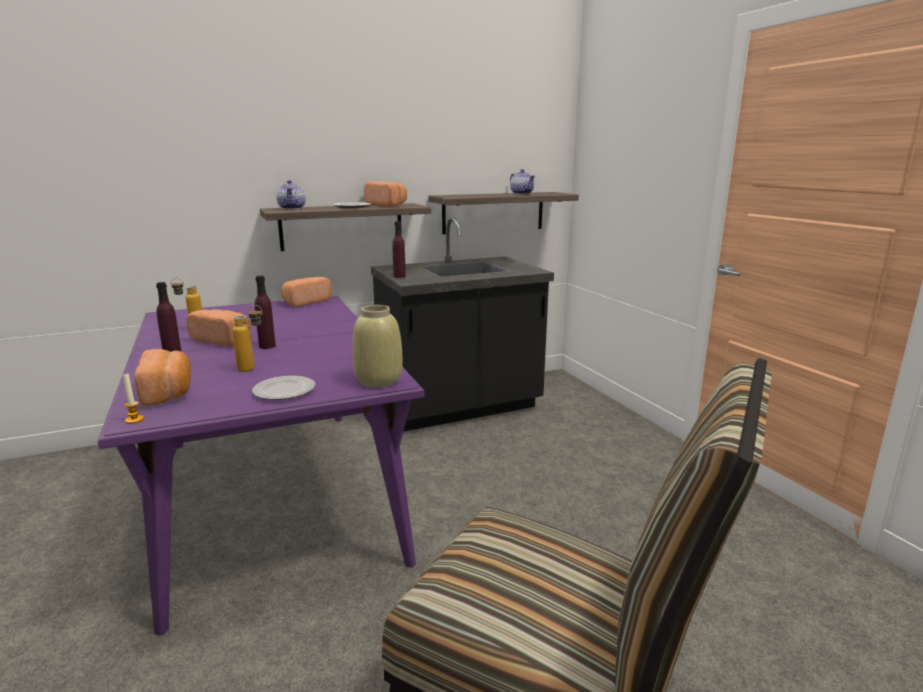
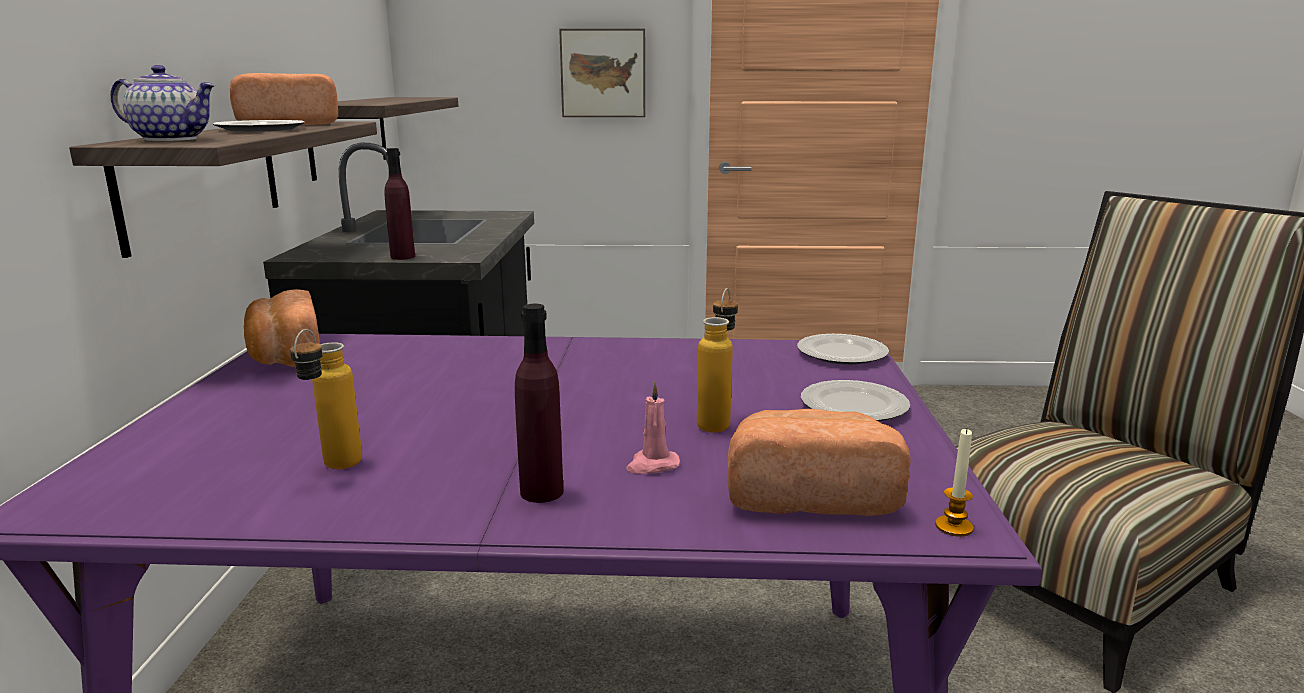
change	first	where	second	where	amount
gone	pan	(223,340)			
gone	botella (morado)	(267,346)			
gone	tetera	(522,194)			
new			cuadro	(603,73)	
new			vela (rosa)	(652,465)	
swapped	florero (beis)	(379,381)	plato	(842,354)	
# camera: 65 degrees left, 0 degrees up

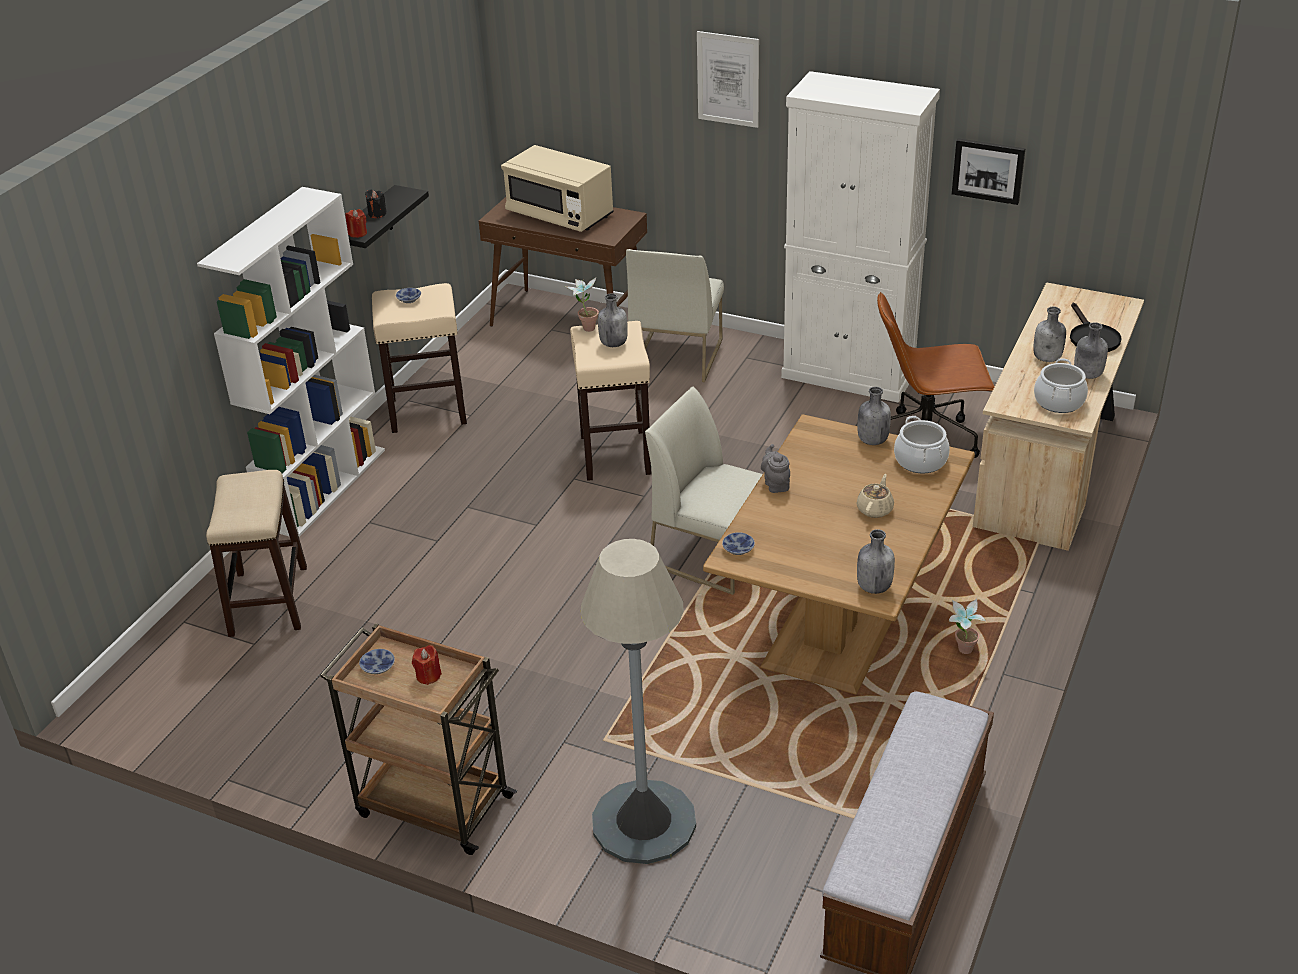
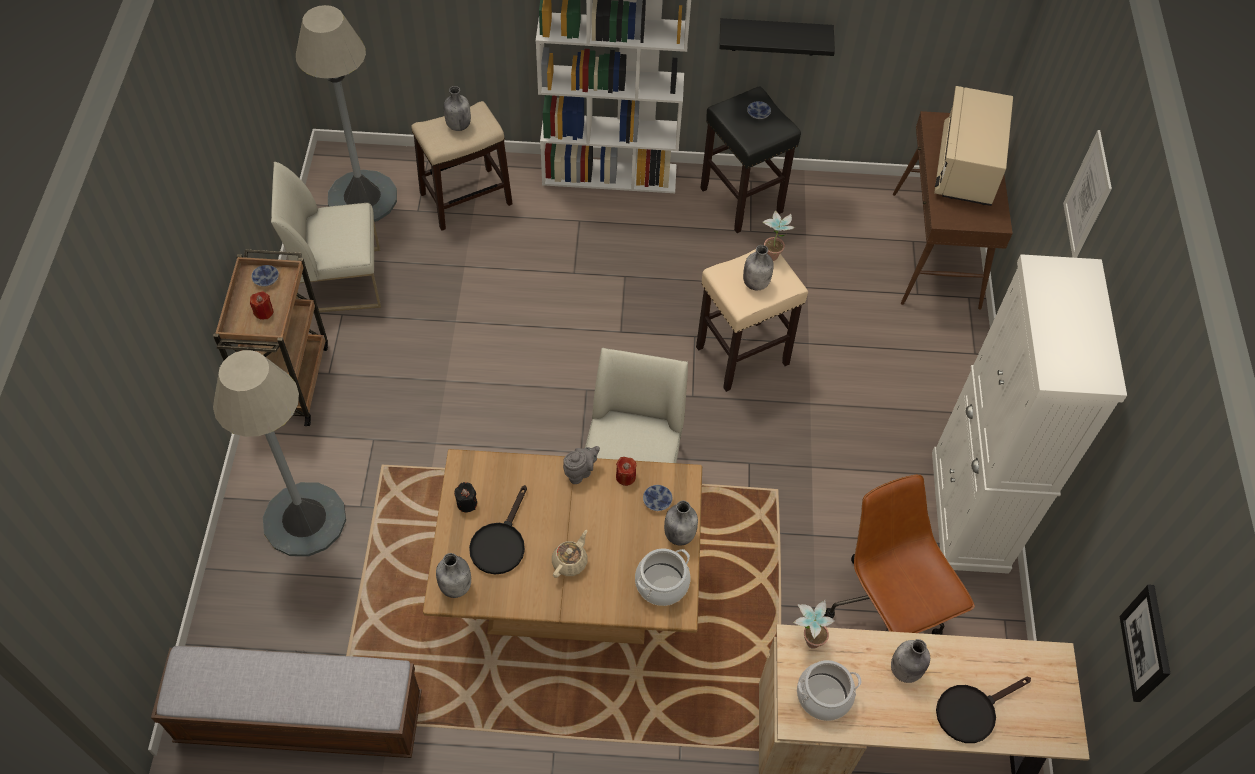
change	first	where	second	where	amount
new			lámpara de pie (gris)	(362,197)	
new			sartén (negro)	(500,542)	
shifted	vela (rojo)	(358,233)		(625,477)	
shifted	vela (negro)	(377,214)		(467,503)	
shifted	silla (blanco)	(676,356)		(340,280)	
shifted	cuenco	(737,548)		(658,500)	
shifted	planta en maceta	(962,653)		(807,639)	
shifted	cuadro	(988,170)		(1147,643)	
shifted	botella (gris)	(1087,375)		(458,125)	
repainted	taburete (beis)	(429,411)	taburete (negro)	(742,201)	
rotated	tetera (beis)	(875,509)		(570,561)	60 degrees counterclockwise
# camera: 65 degrees right, 20 degrees up

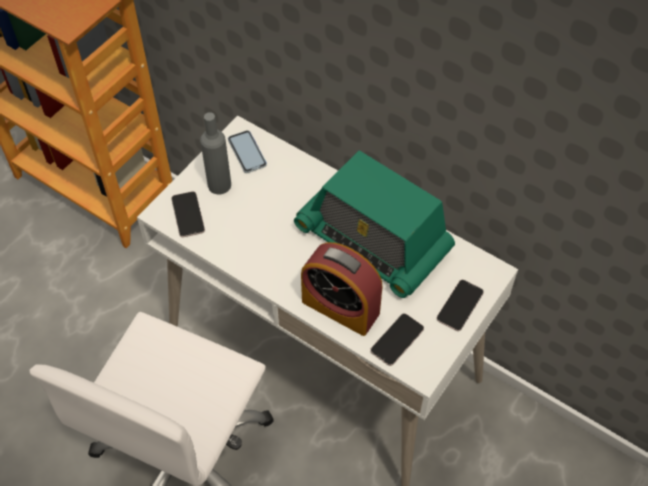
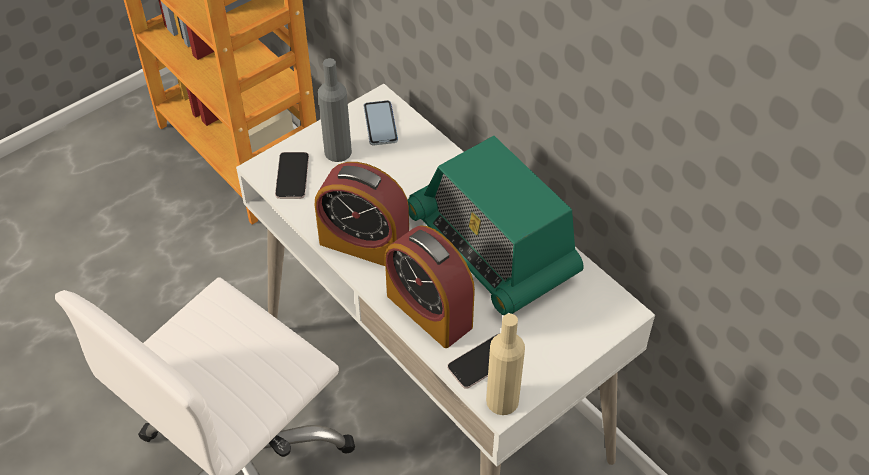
change	first	where	second	where	amount
gone	móvil	(460,305)			
new			despertador	(364,243)	
new			botella (beis)	(502,400)	
# camera: 15 degrees right, 5 degrees down

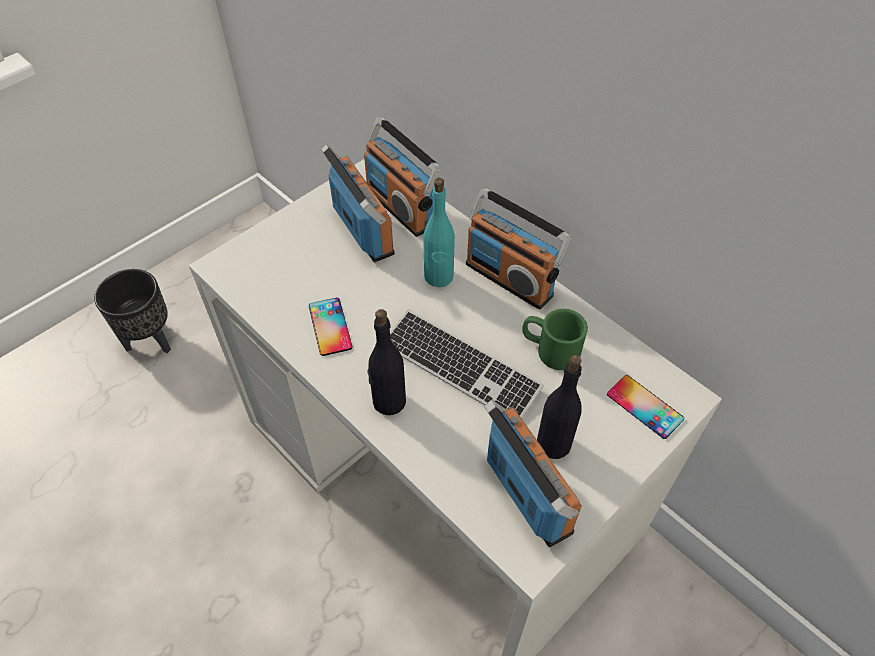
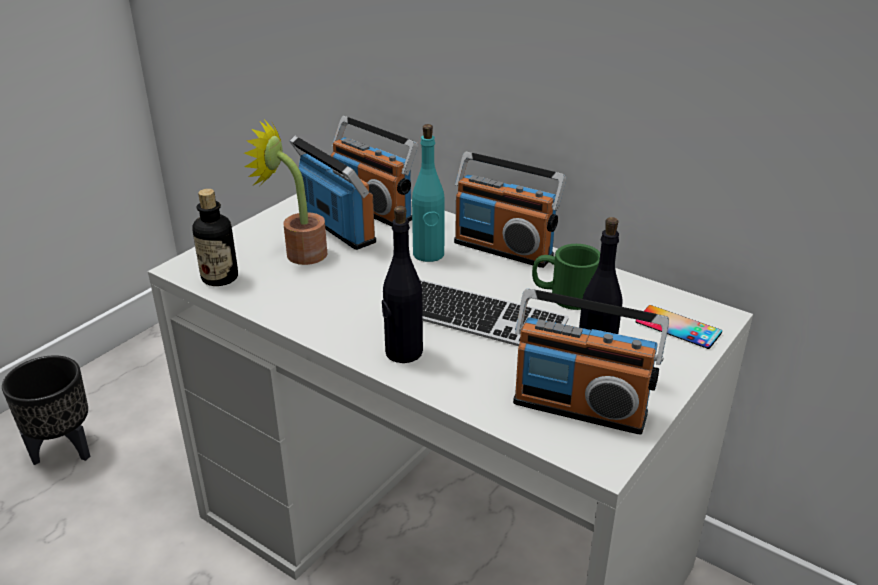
change	first	where	second	where	amount
gone	móvil	(330,326)			
new			botella	(220,278)	
new			planta en maceta	(298,253)	
rotated	radio	(527,493)		(580,407)	150 degrees clockwise
# camera: 10 degrees left, 20 degrees down

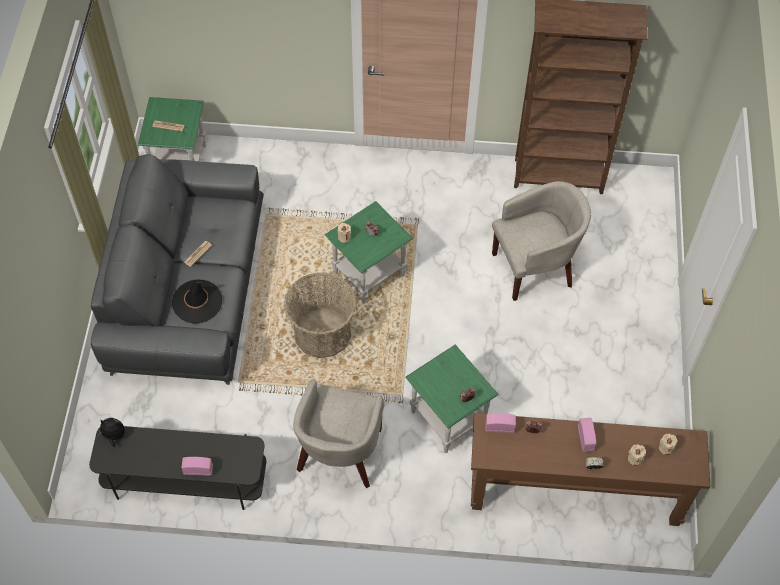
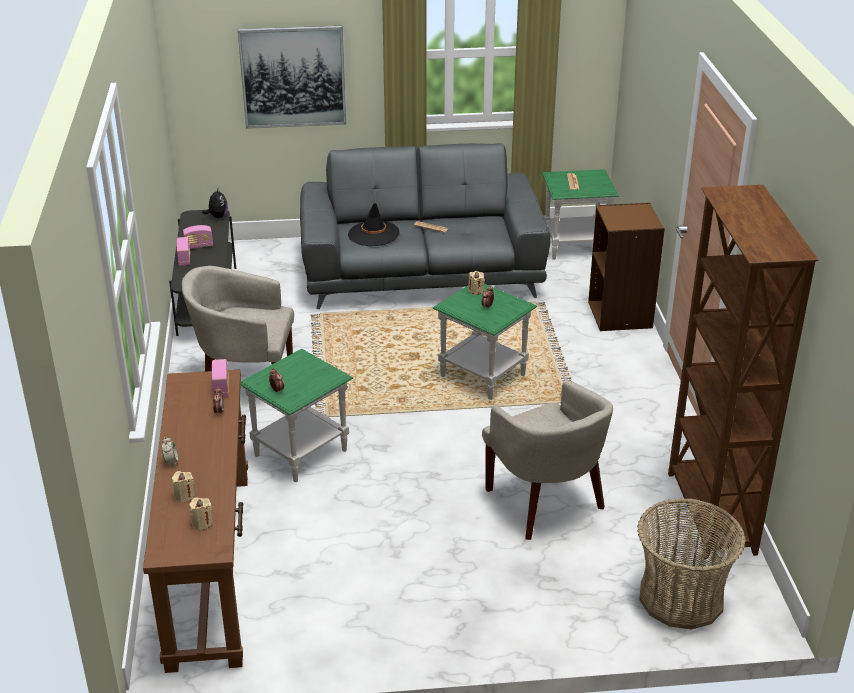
change	first	where	second	where	amount
new			cuadro	(293,77)	
new			estantería (marrón)	(621,315)	
shifted	cesta	(322,333)		(681,598)	
shifted	radio	(585,439)		(199,246)	
# camera: 80 degrees right, 25 degrees down

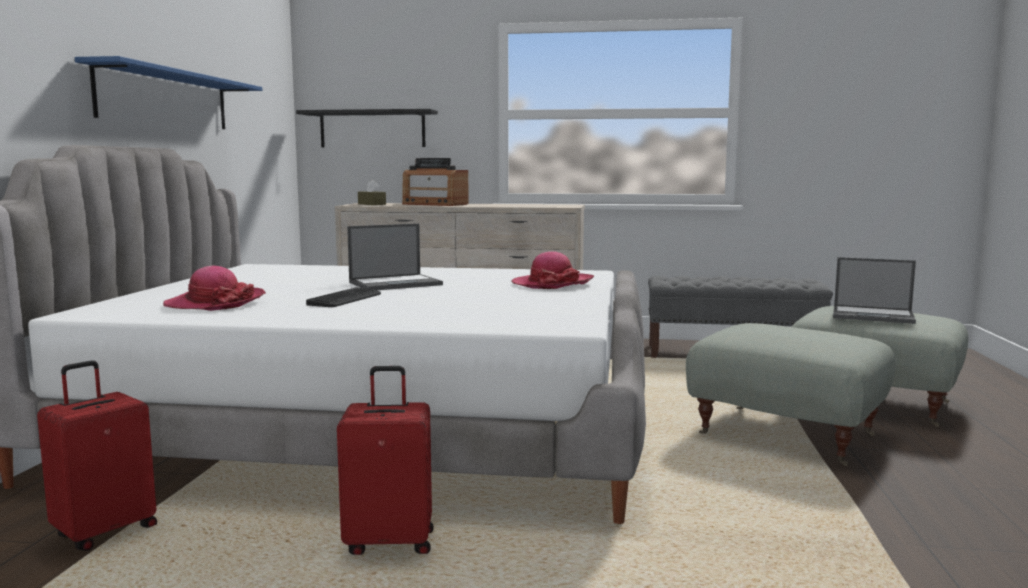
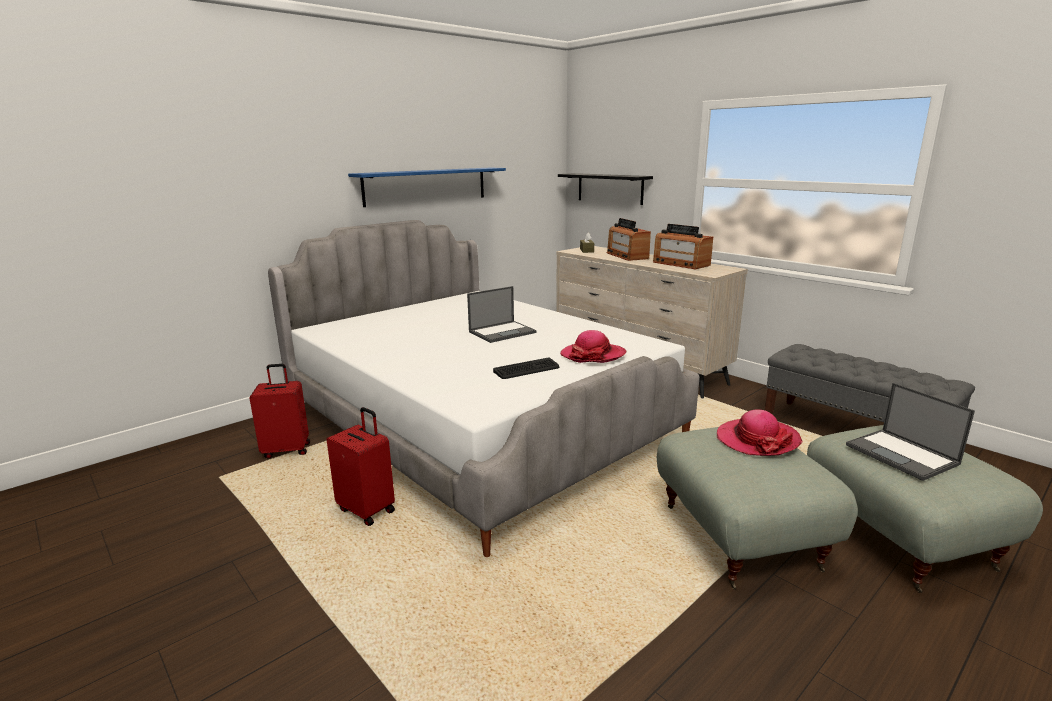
change	first	where	second	where	amount
new			radio	(681,264)	
shifted	sombrero	(215,303)		(757,440)	
shifted	teclado	(345,299)		(526,369)	
rotated	portátil	(396,283)		(502,332)	45 degrees counterclockwise
# camera: 40 degrees right, 10 degrees up

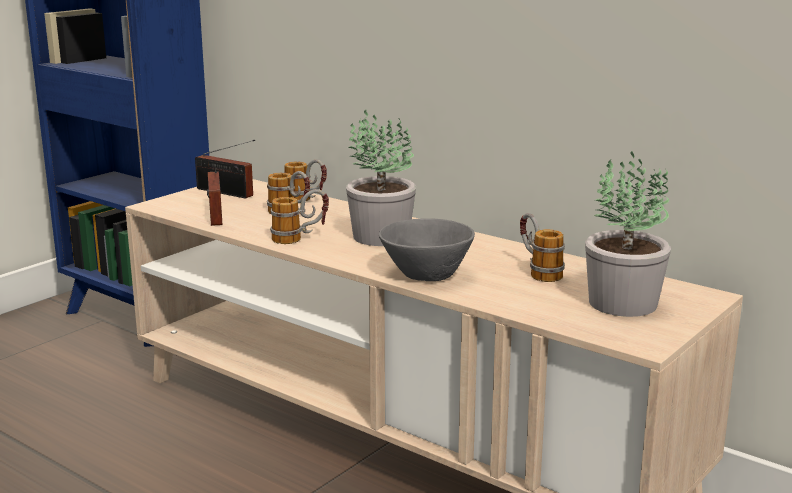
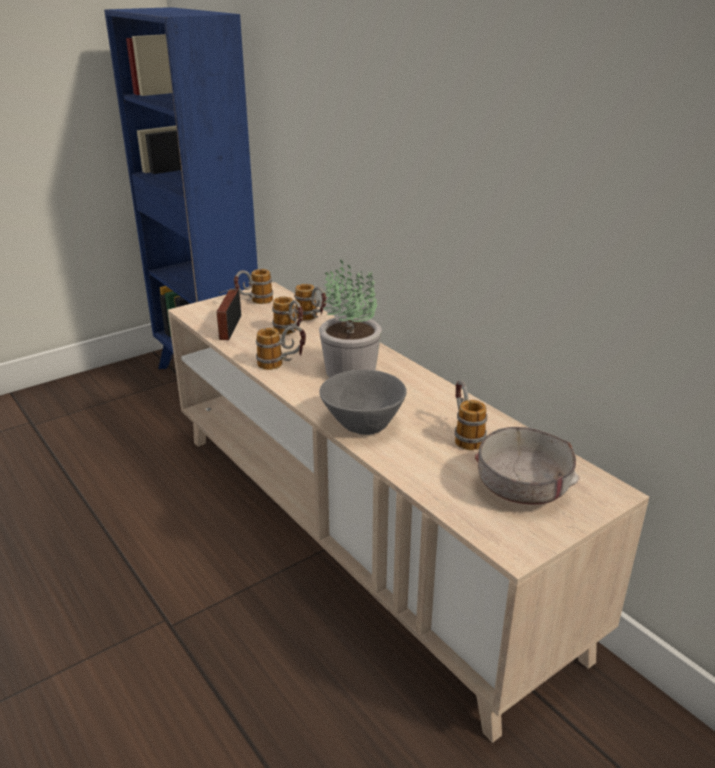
change	first	where	second	where	amount
swapped	radio	(227,193)	taza grande	(254,302)	
swapped	planta en maceta	(621,302)	cuenco (gris)	(521,488)	
# camera: 15 degrees right, 10 degrees up

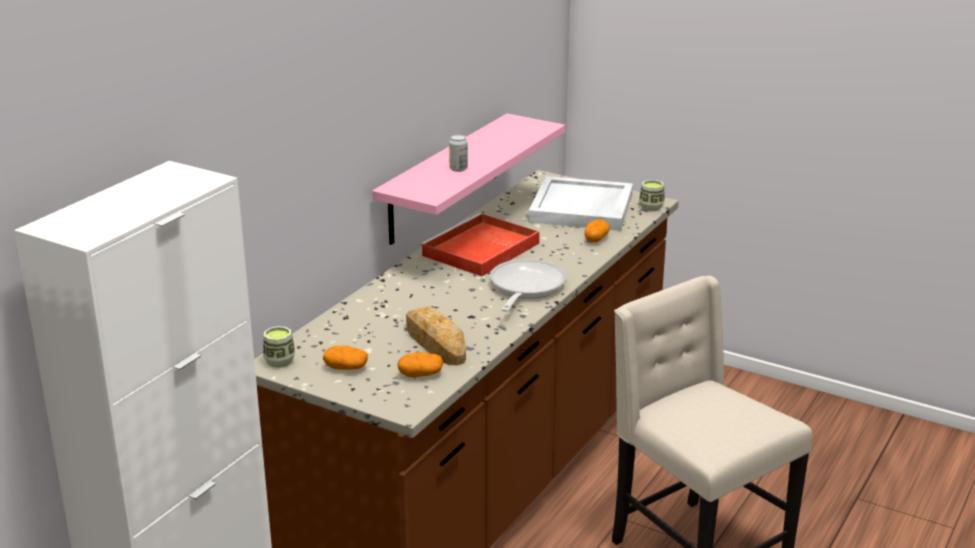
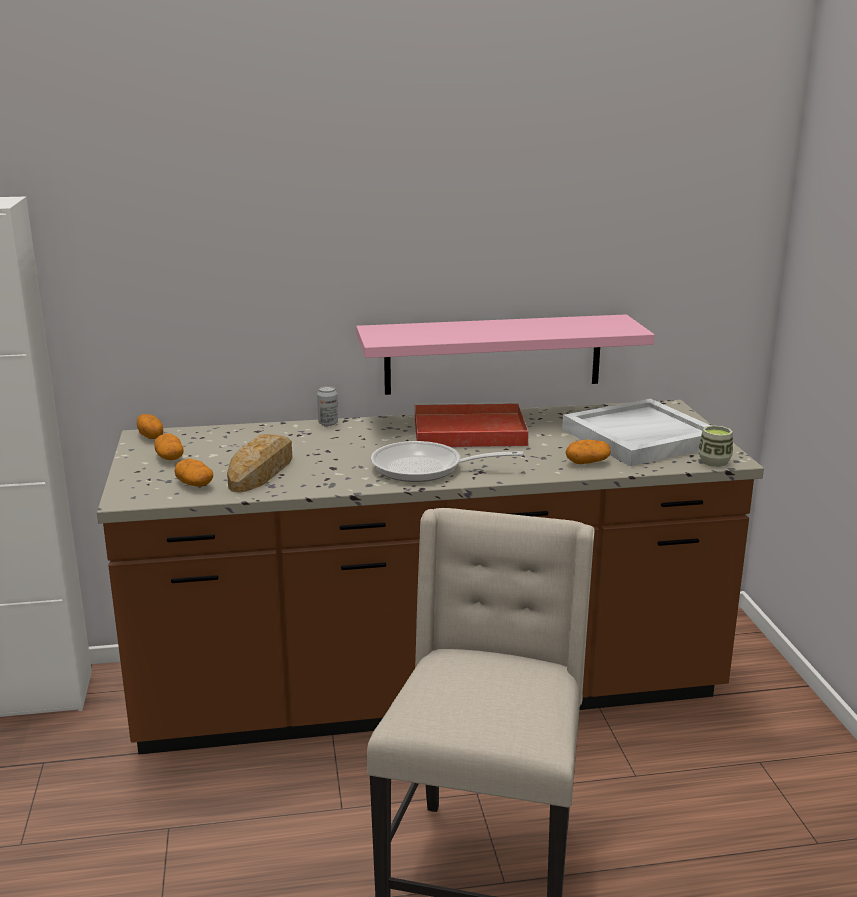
change	first	where	second	where	amount
shifted	lata	(458,169)		(328,423)	
swapped	taza	(279,361)	patata	(151,436)	
rotated	sartén	(525,288)		(425,468)	150 degrees counterclockwise
# camera: 50 degrees right, 5 degrees down

